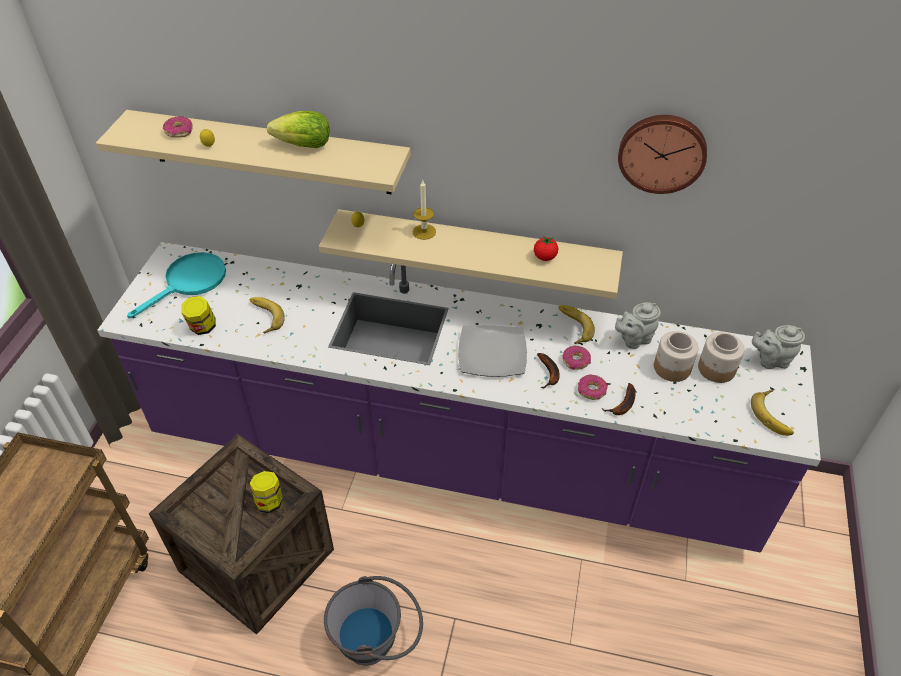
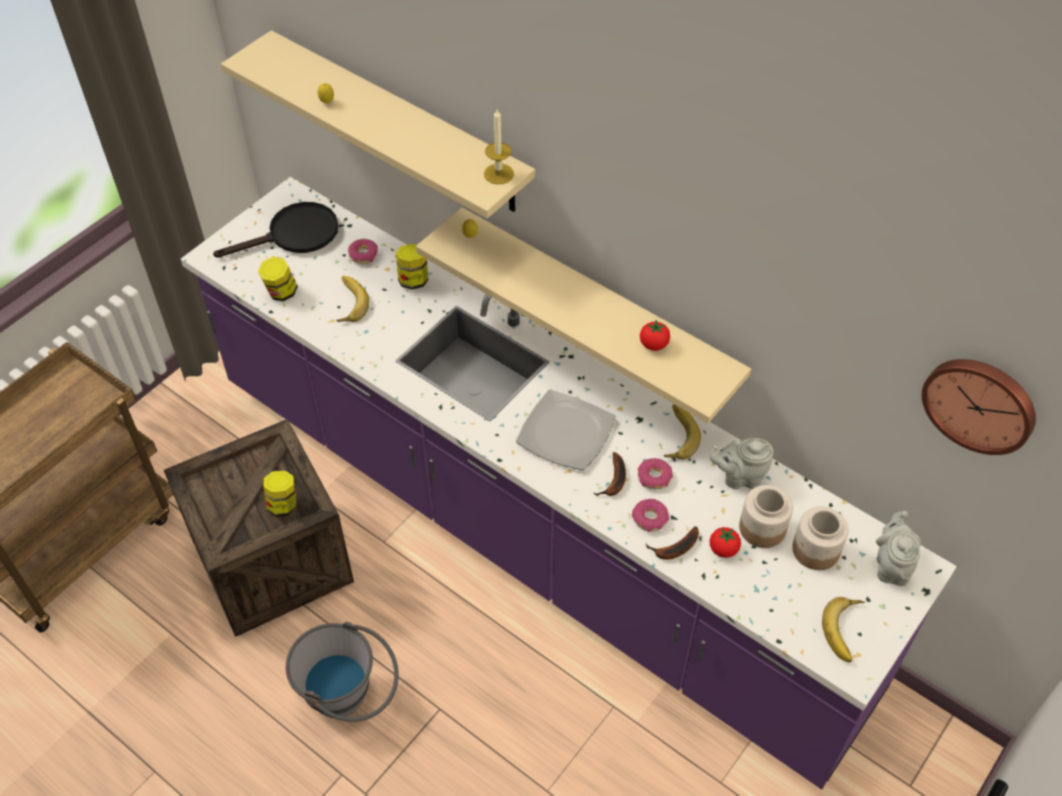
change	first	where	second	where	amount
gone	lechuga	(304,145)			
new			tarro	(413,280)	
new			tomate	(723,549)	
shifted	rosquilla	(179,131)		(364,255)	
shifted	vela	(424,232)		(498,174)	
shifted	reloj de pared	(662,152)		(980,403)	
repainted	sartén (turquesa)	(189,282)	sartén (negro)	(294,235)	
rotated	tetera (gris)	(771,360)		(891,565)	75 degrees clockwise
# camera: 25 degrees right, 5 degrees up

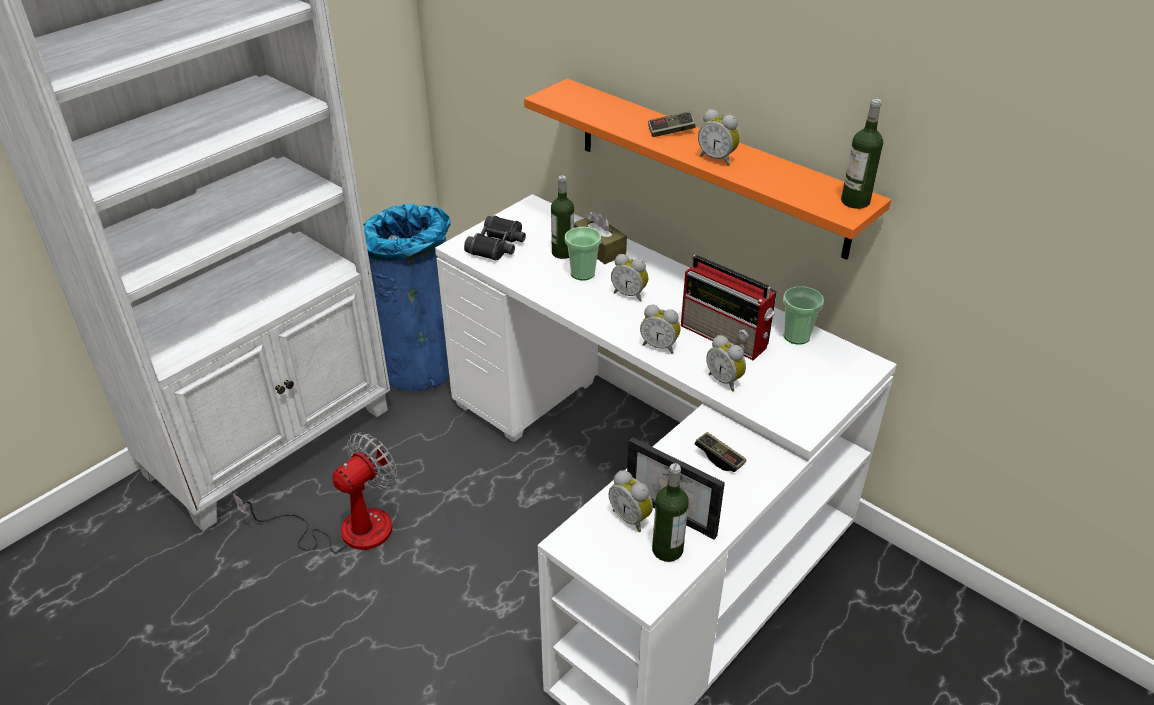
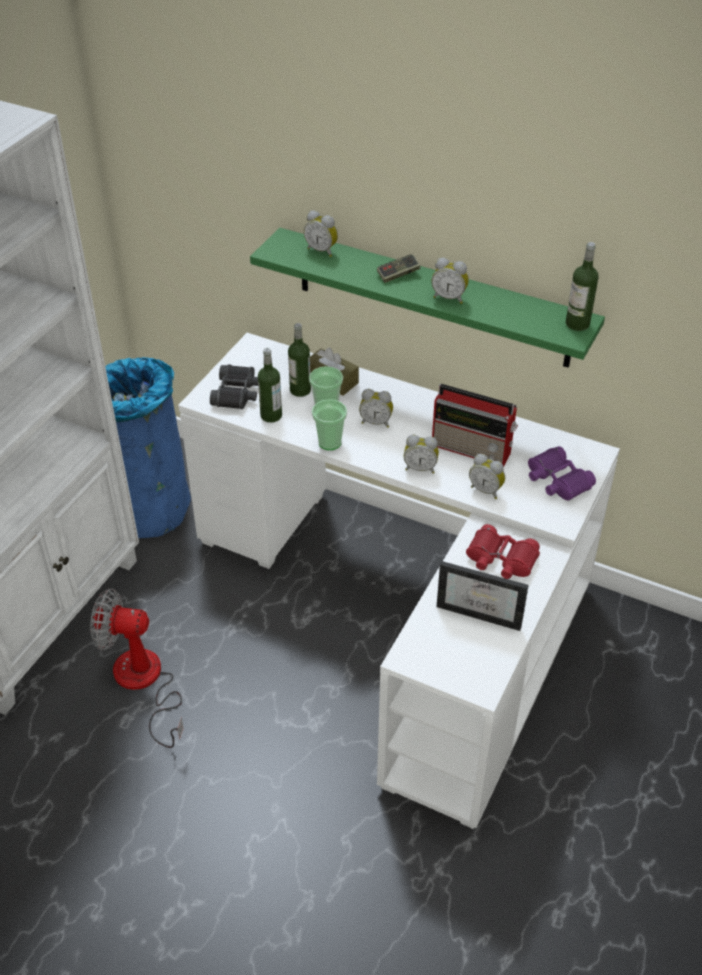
change	first	where	second	where	amount
new			prismáticos (morado)	(557,481)	
shifted	despertador	(631,517)		(322,250)	
shifted	botella	(667,550)		(271,415)	
shifted	taza	(796,336)		(329,442)	
swapped	mando de consola	(719,458)	prismáticos (rojo)	(501,560)	
repainted	estante (naranja)	(709,166)	estante (verde)	(432,298)	
rotated	ventilador	(347,529)		(144,683)	105 degrees counterclockwise
# camera: 15 degrees left, 5 degrees up

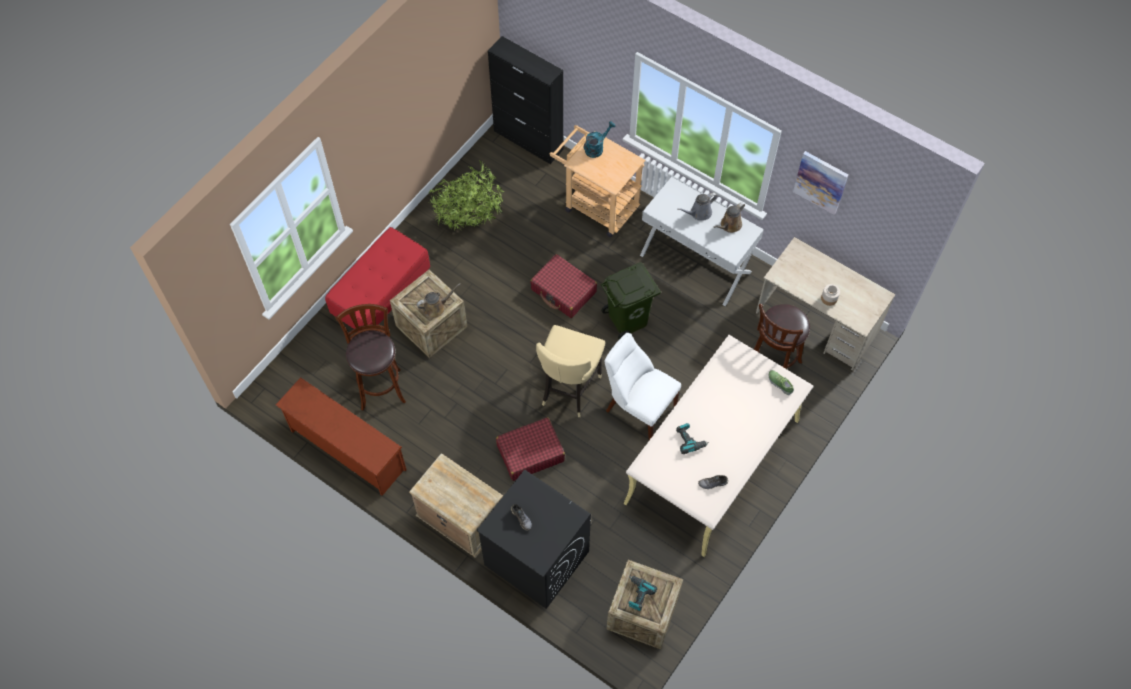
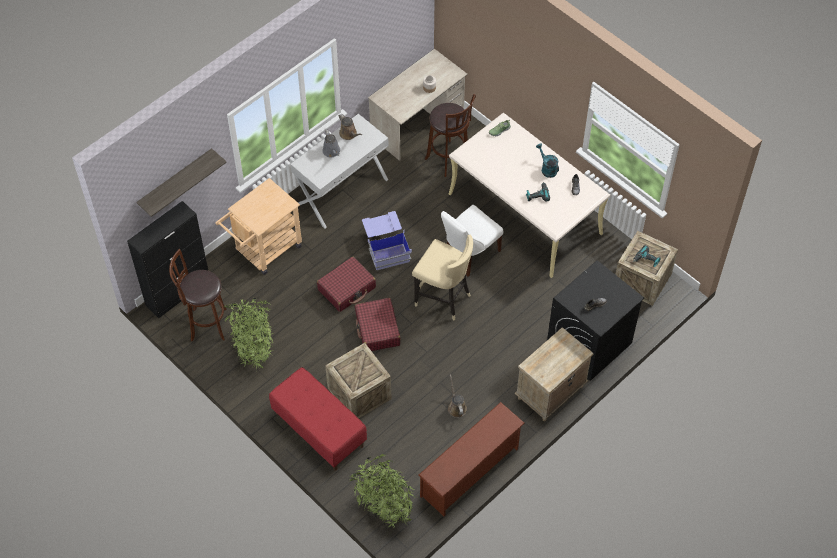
change	first	where	second	where	amount
gone	cuadro	(821,182)			
new			estante	(175,181)	
new			planta en maceta	(384,507)	
shifted	taburete (marrón)	(380,386)		(205,324)	
shifted	regadera (marrón)	(436,307)		(456,407)	
shifted	maleta (rojo)	(530,453)		(377,329)	
shifted	regadera (turquesa)	(596,148)		(547,168)	
swapped	papelera (verde)	(628,320)	caja de almacenaje (azul)	(386,247)	
# camera: 80 degrees left, 5 degrees down

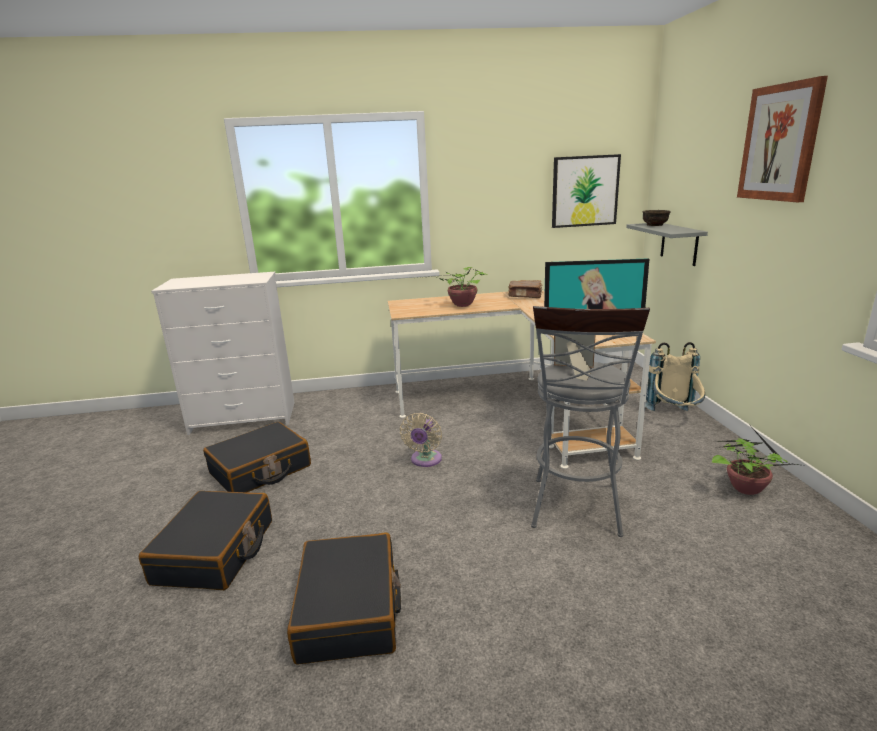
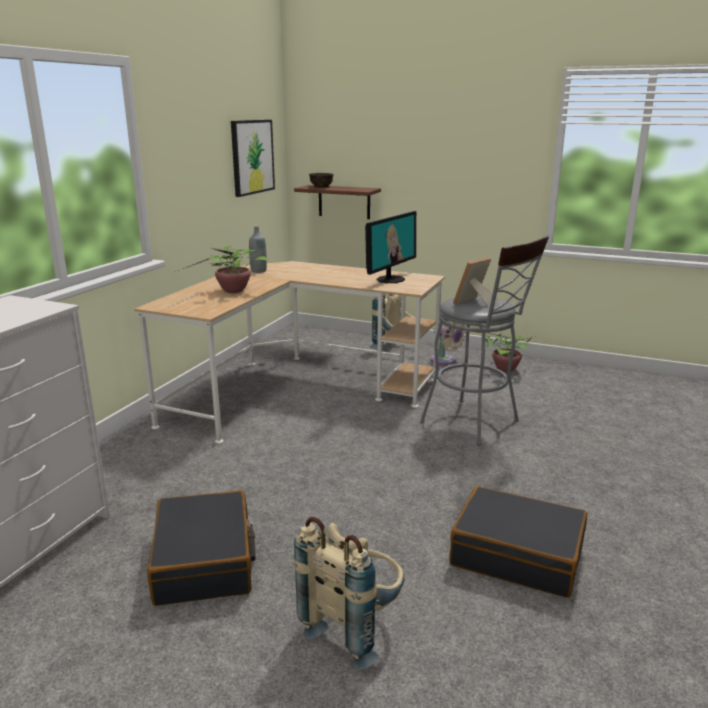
change	first	where	second	where	amount
gone	cuadro	(780,143)			
shifted	ventilador (beis)	(425,460)		(445,360)	
swapped	maleta (negro)	(215,552)	mochila (beis)	(355,626)	
swapped	libro (marrón)	(525,295)	botella (gris)	(258,271)	
repainted	estante (gris)	(679,243)	estante (marrón)	(344,202)	
# camera: 60 degrees left, 0 degrees up

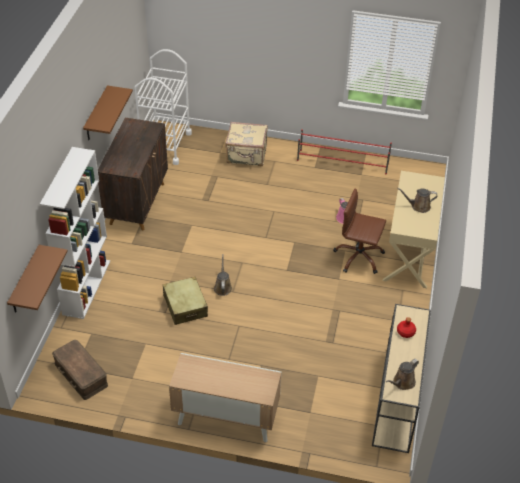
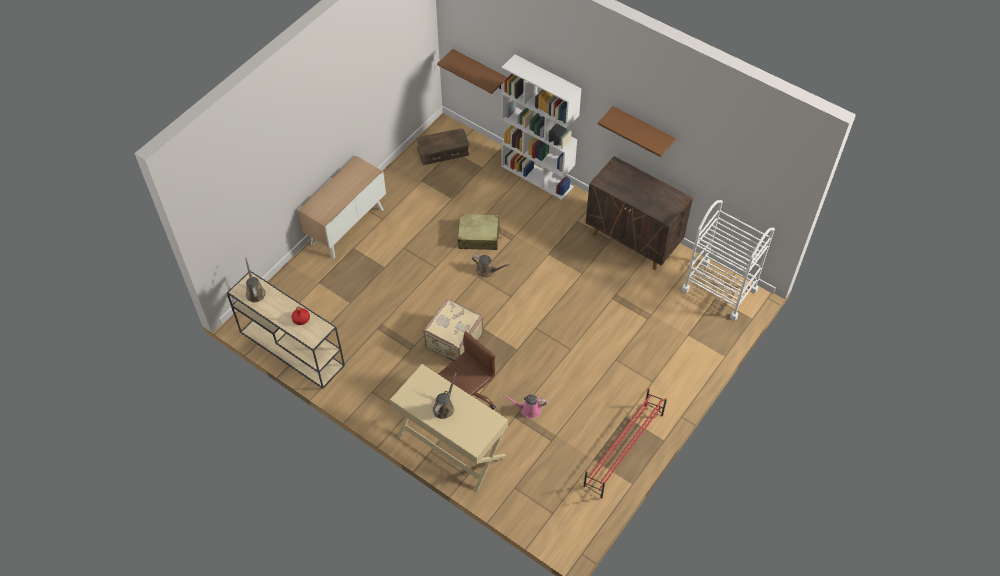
change	first	where	second	where	amount
shifted	maleta (beis)	(246,155)		(453,340)	
# camera: 115 degrees right, 10 degrees up

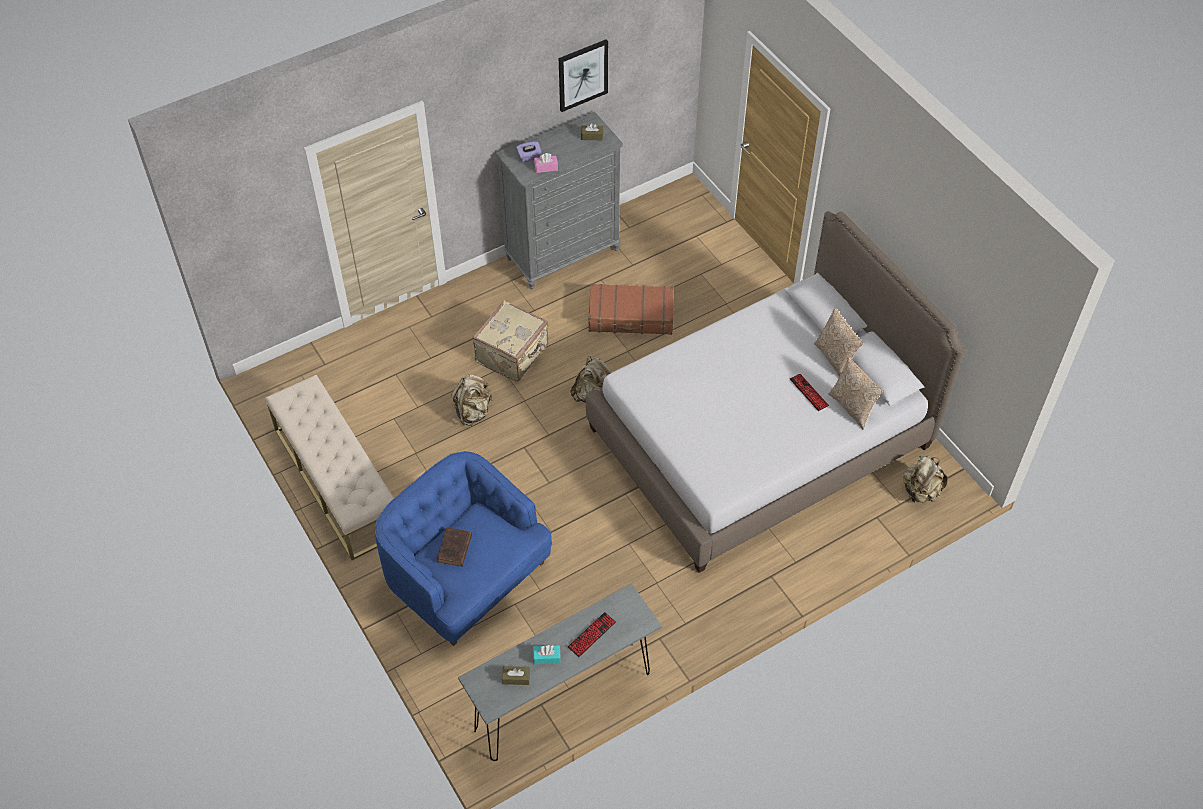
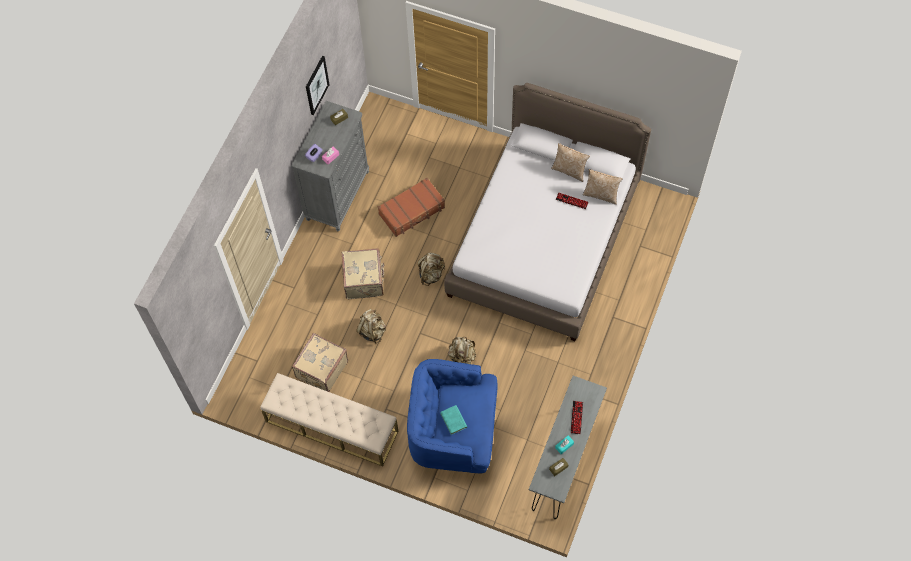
change	first	where	second	where	amount
new			maleta (beis)	(321,369)	
shifted	mochila (beis)	(921,492)		(462,356)	
repainted	libro (marrón)	(454,549)	libro (turquesa)	(454,421)	
# camera: 35 degrees left, 10 degrees up

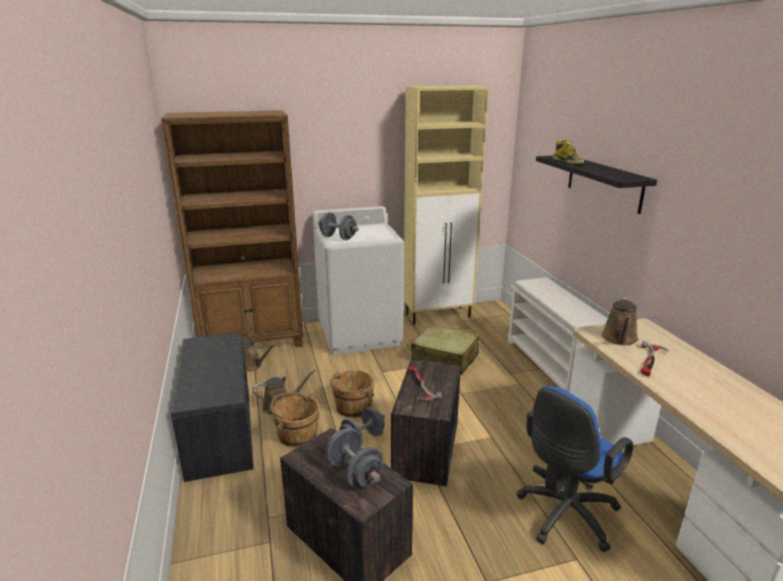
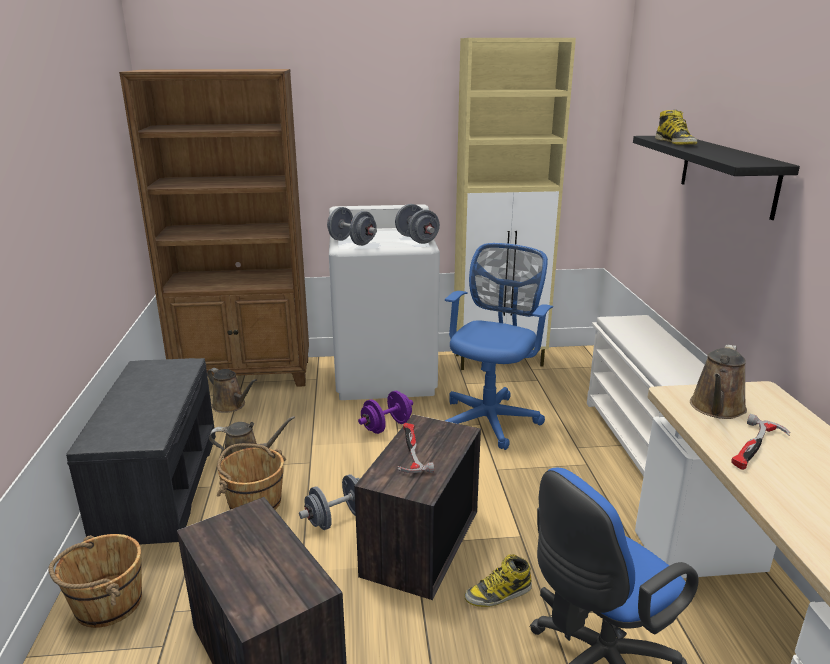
change	first	where	second	where	amount
new			mancuerna (morado)	(386,426)	
new			bota	(498,594)	
shifted	mancuerna (gris)	(354,473)		(417,239)	
shifted	cubo (marrón)	(352,407)		(107,604)	
swapped	maleta (beis)	(445,359)	silla de oficina (azul)	(490,419)	
# camera: 10 degrees right, 0 degrees up

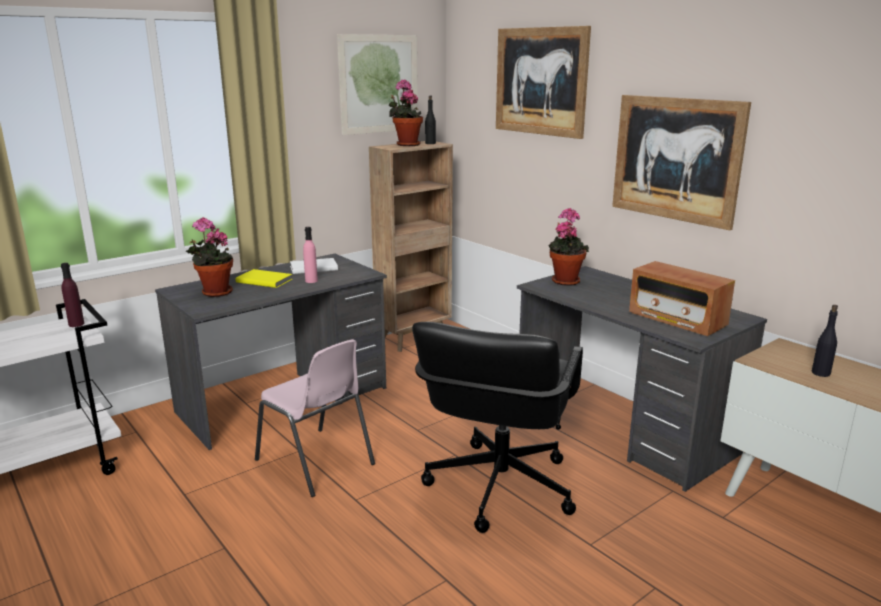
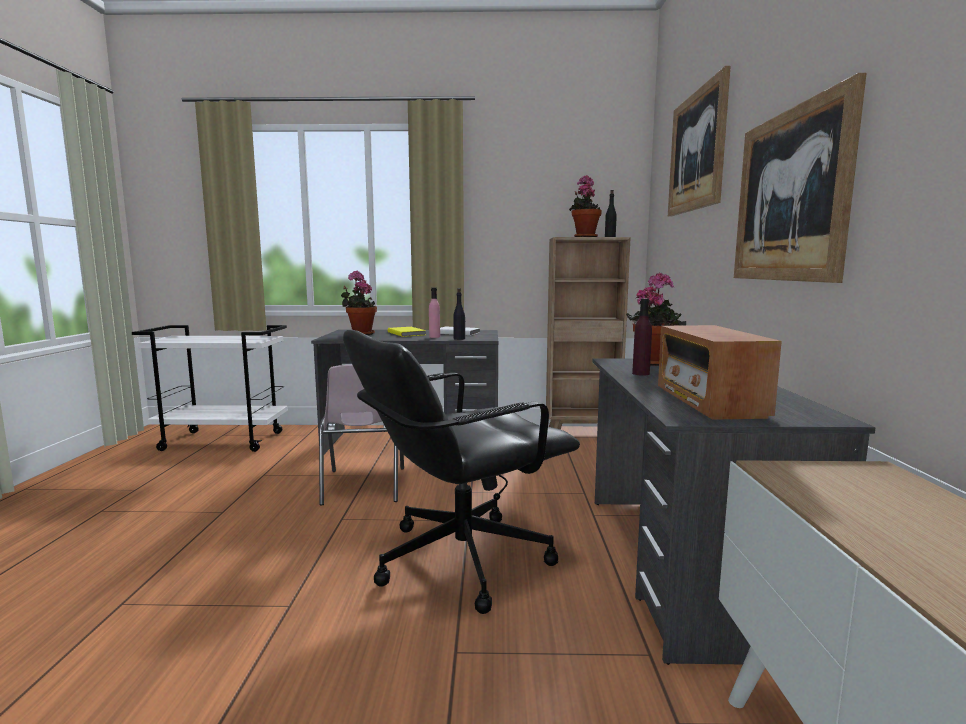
change	first	where	second	where	amount
gone	cuadro	(379,84)			
shifted	botella (morado)	(76,324)		(641,373)	
shifted	botella (negro)	(820,373)		(459,339)	
# camera: 40 degrees right, 10 degrees down

